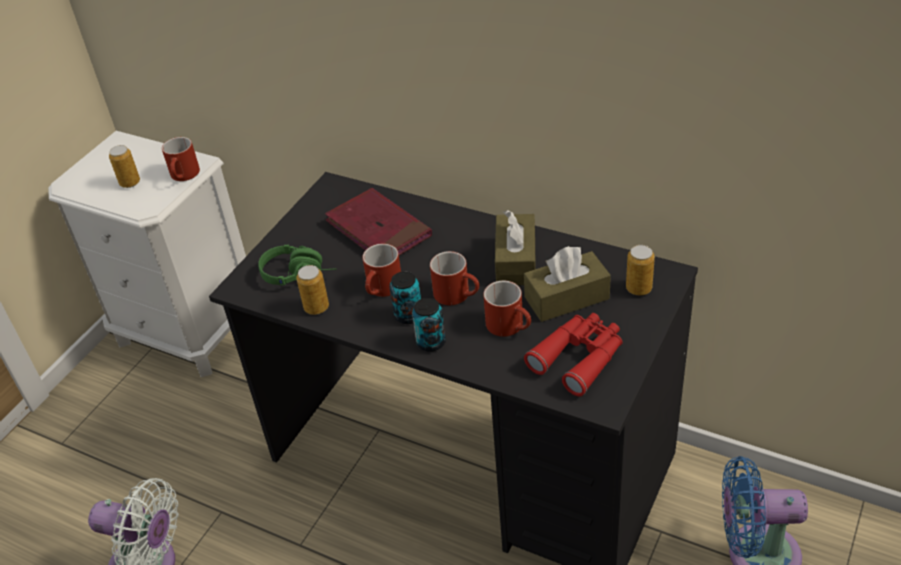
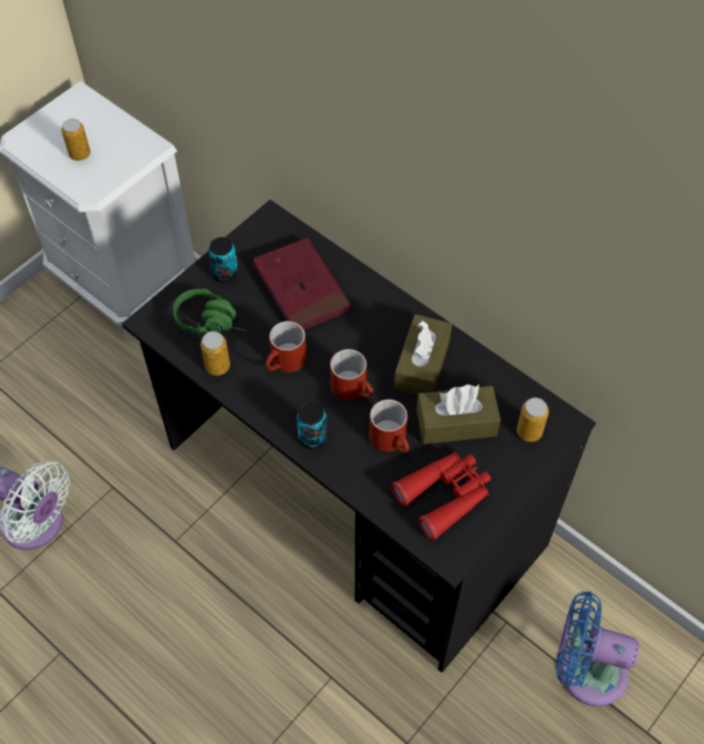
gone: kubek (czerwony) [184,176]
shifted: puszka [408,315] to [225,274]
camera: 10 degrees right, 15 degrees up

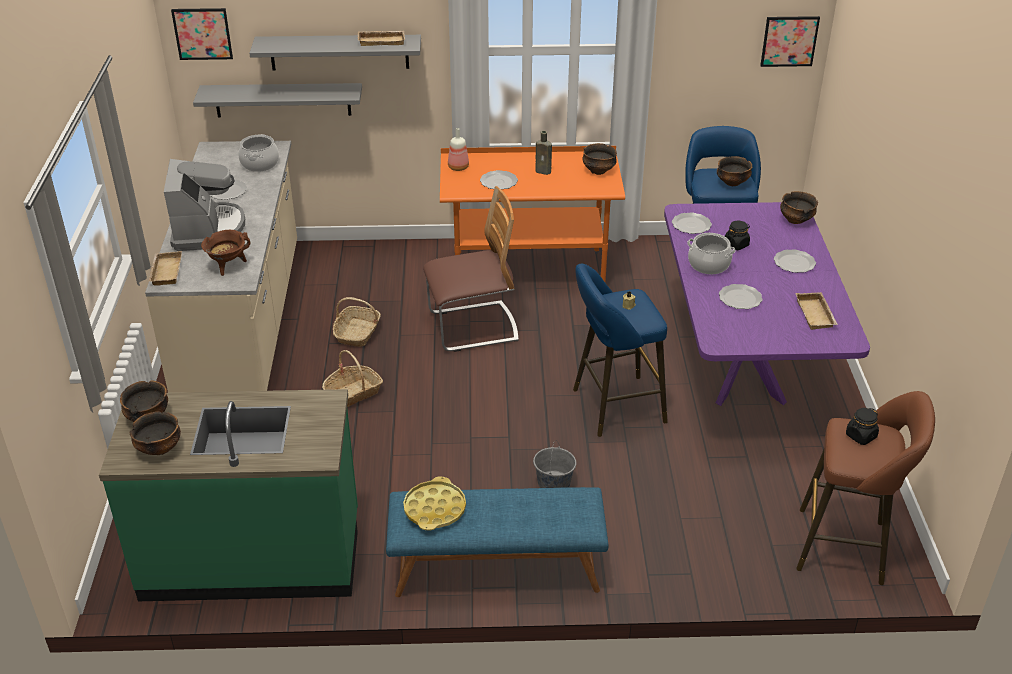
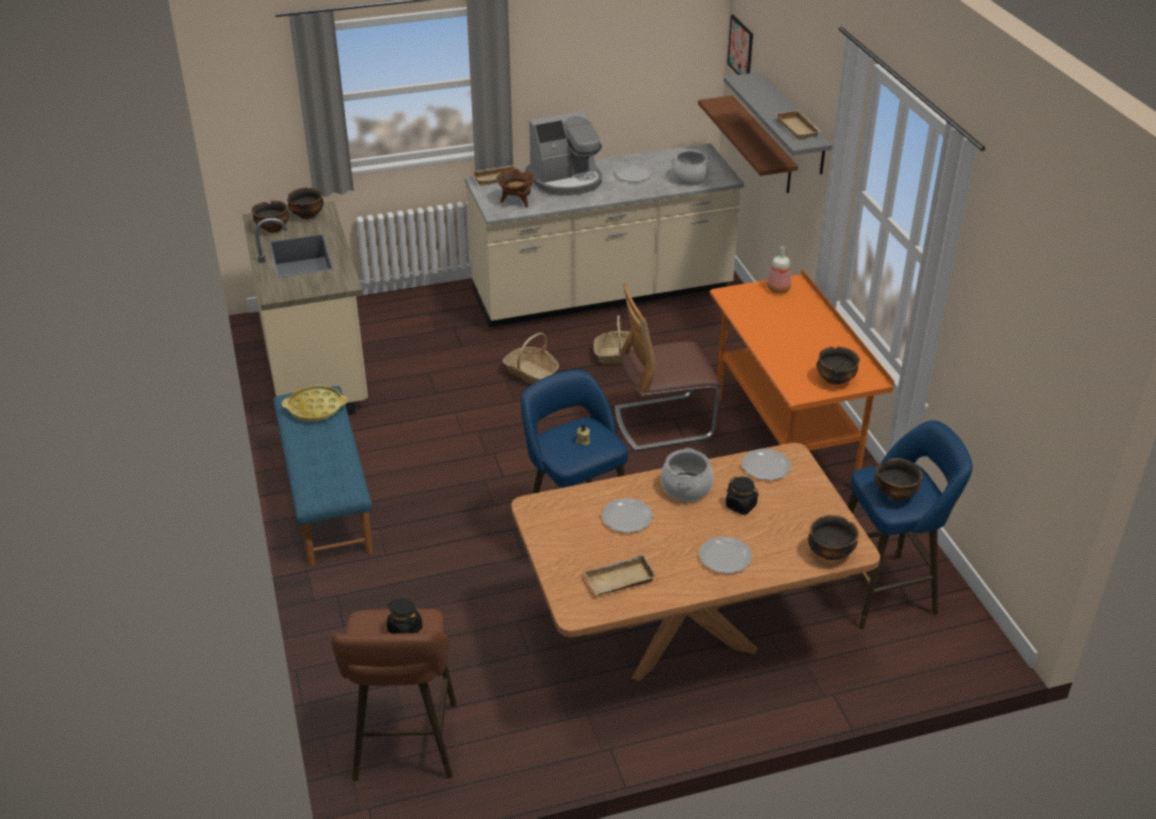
gone: talerz [499,182]; wiadro (szary) [553,483]; butelka (brązowy) [544,171]; obraz [789,41]
repainted: zabudowa kuchenna (zielony) [252,557] to zabudowa kuchenna (beżowy) [317,369]; stół jadalny (fioletowy) [742,370] to stół jadalny (brązowy) [683,637]; półka (szary) [282,100] to półka (brązowy) [762,145]
rotated: krzesło [473,327] = [663,423] 105 degrees clockwise
camera: 75 degrees right, 0 degrees up

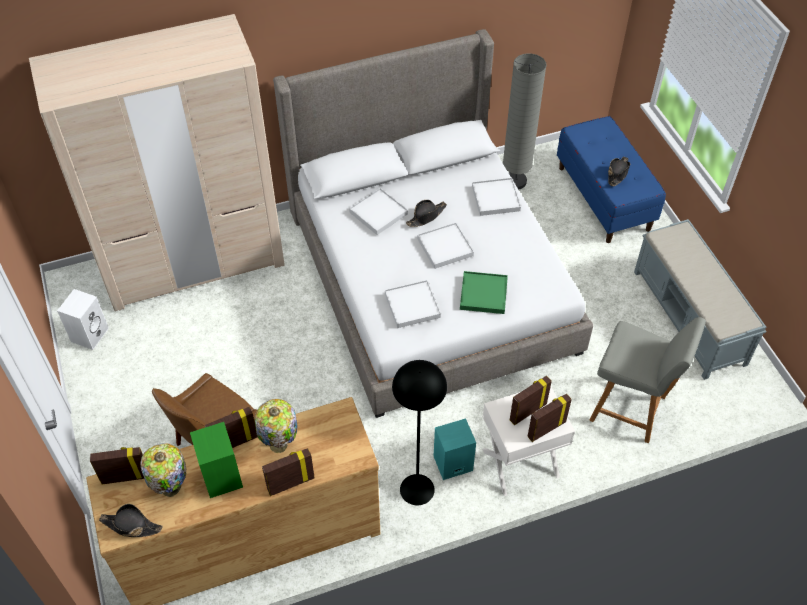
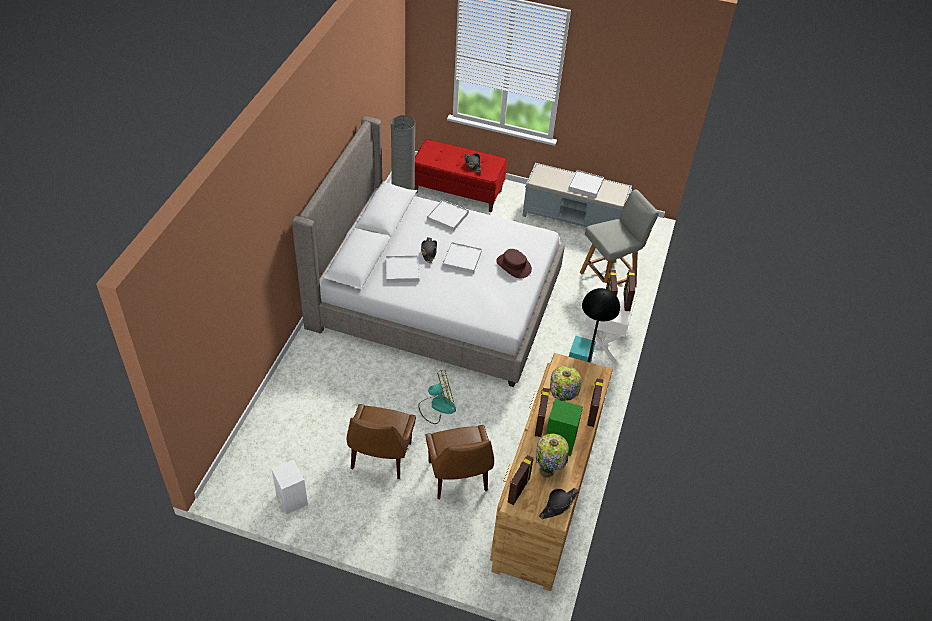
gone: szafa (beżowy) [193,262]
new: krzesło (brązowy) [380,458]; wentylator [437,406]
shifted: taca (biały) [412,306] to [586,185]
swapped: taca (zielony) [483,294] to kapelusz (brązowy) [514,266]
repainted: ławka (niebieski) [604,198] to ławka (czerwony) [458,191]
camera: 55 degrees left, 5 degrees down

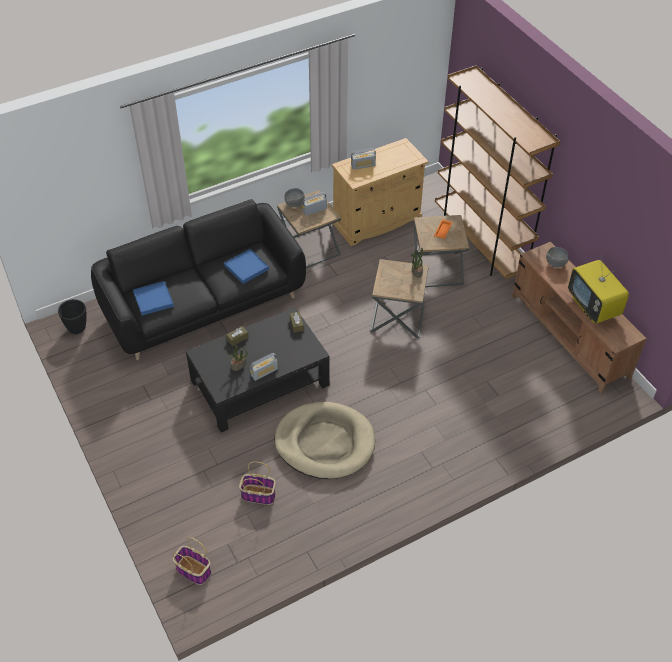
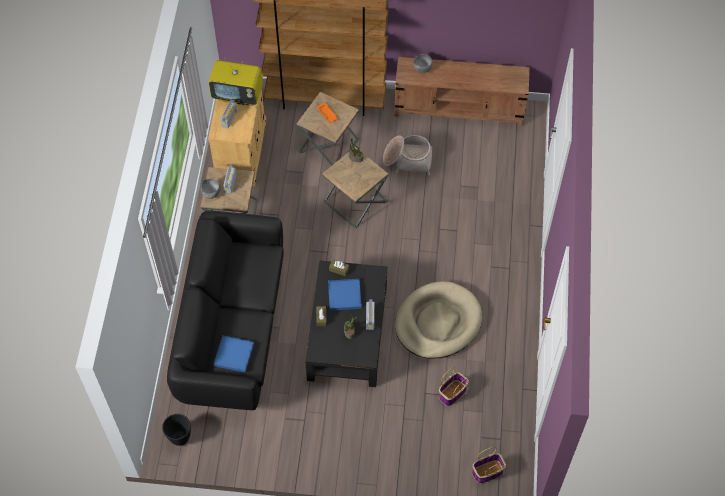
new: koszyk [407,159]
shifted: telewizor [594,307] to [238,95]; taca (niebieski) [246,268] to [344,295]
camera: 55 degrees left, 10 degrees up

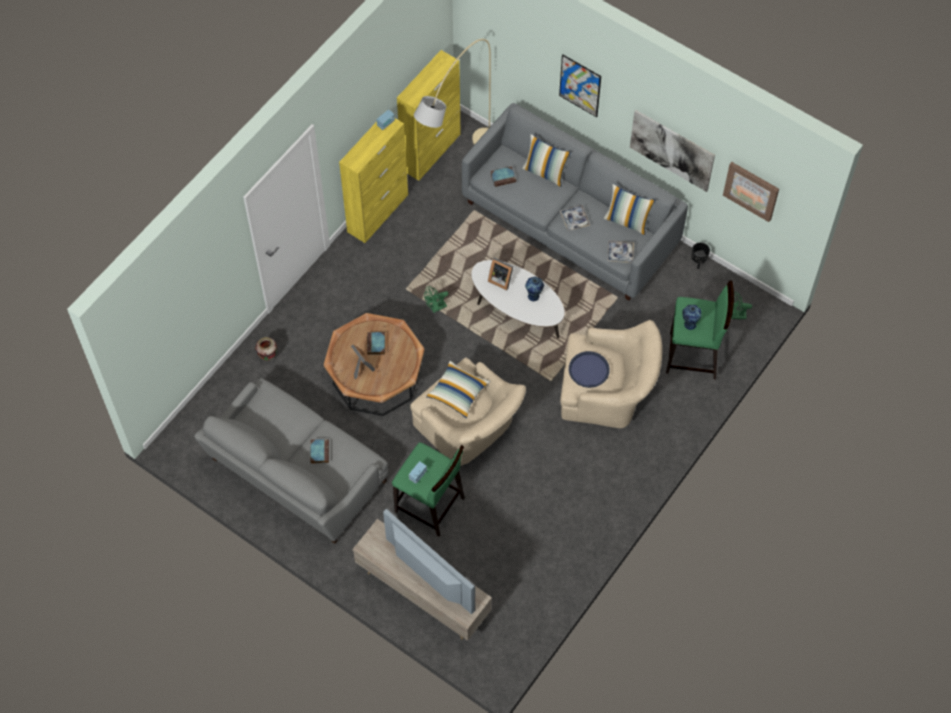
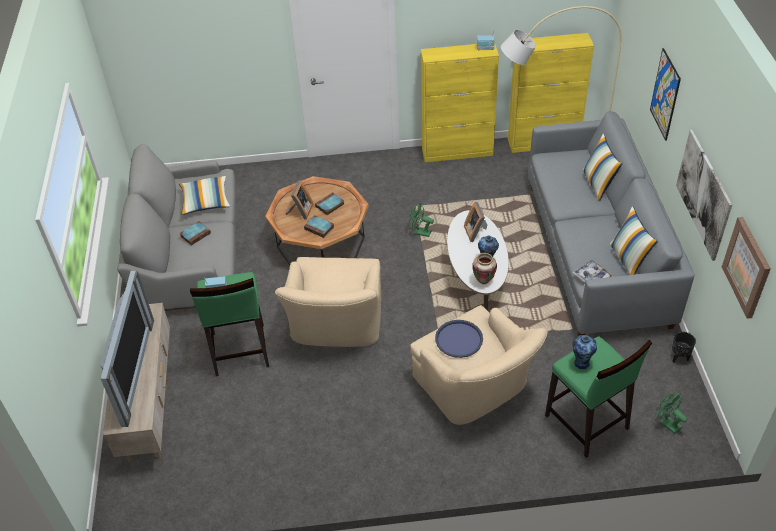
gone: taca [574,219]
shifted: poduszka [458,393] to [205,201]; książka [503,177] to [320,228]; wazon [268,357] to [483,281]
camera: 50 degrees right, 15 degrees down

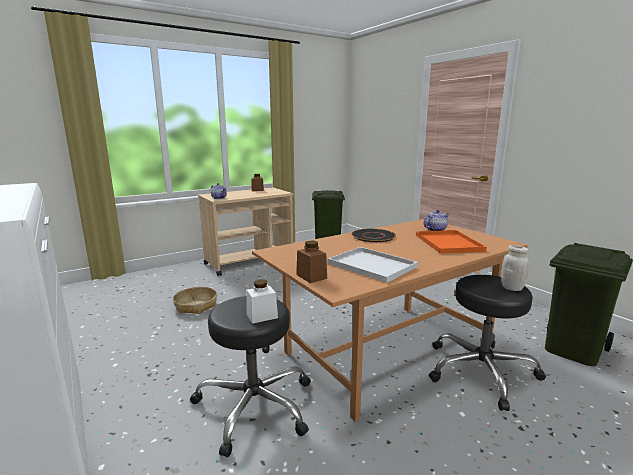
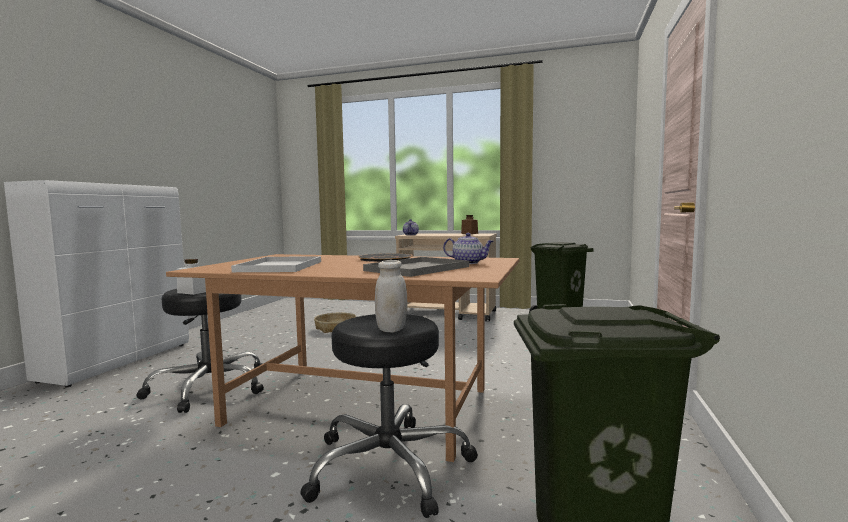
gone: słoik (brązowy) [311,276]
repainted: taca (pomarańczowy) [447,242] to taca (szary) [417,268]
camera: 50 degrees right, 10 degrees down

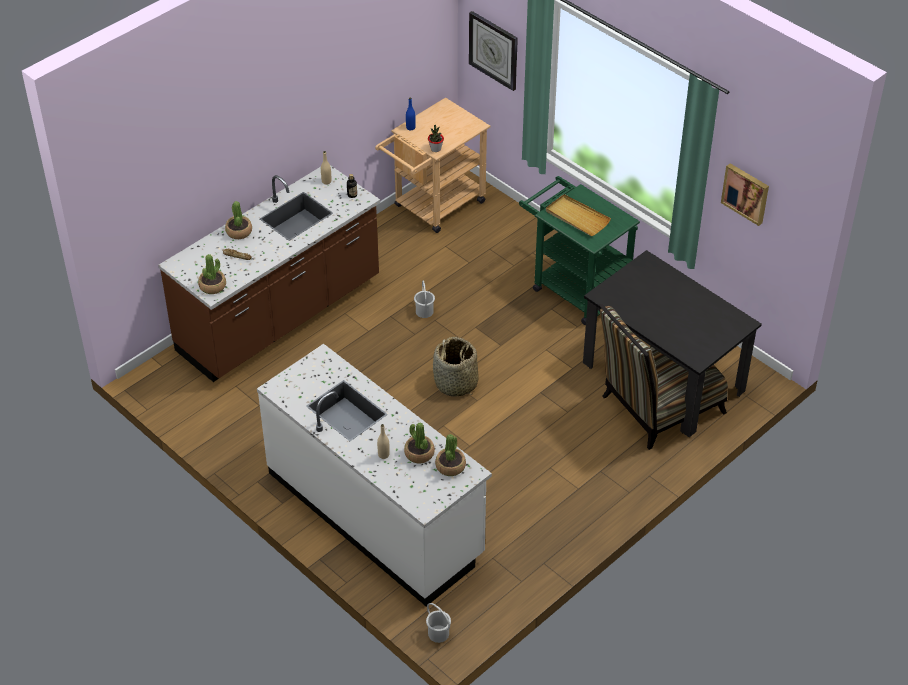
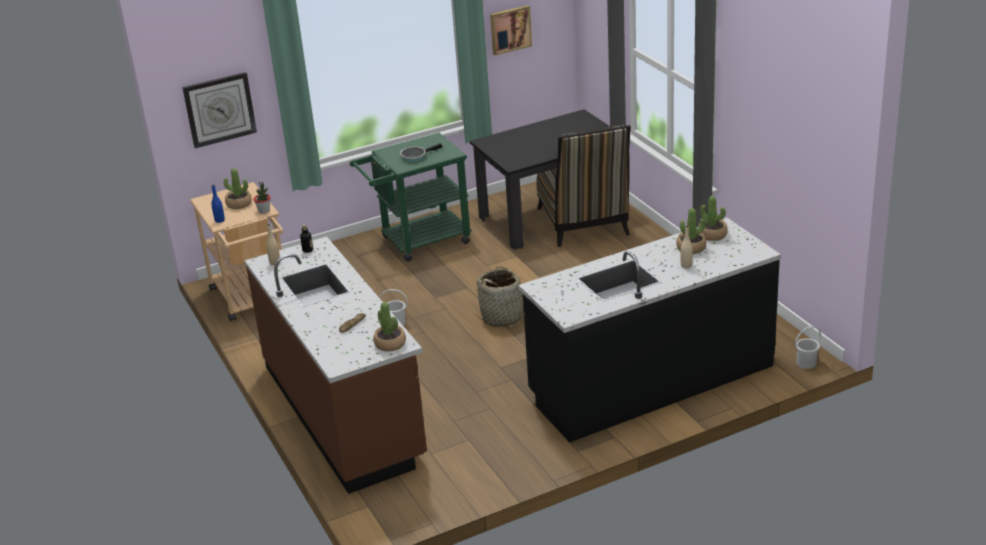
shifted: roślina doniczkowa [239,231] to [239,204]
swapped: taca (beżowy) [577,217] to patelnia [415,156]
repainted: zabudowa kuchenna (biały) [375,514] to zabudowa kuchenna (czarny) [651,381]
camera: 70 degrees left, 15 degrees down

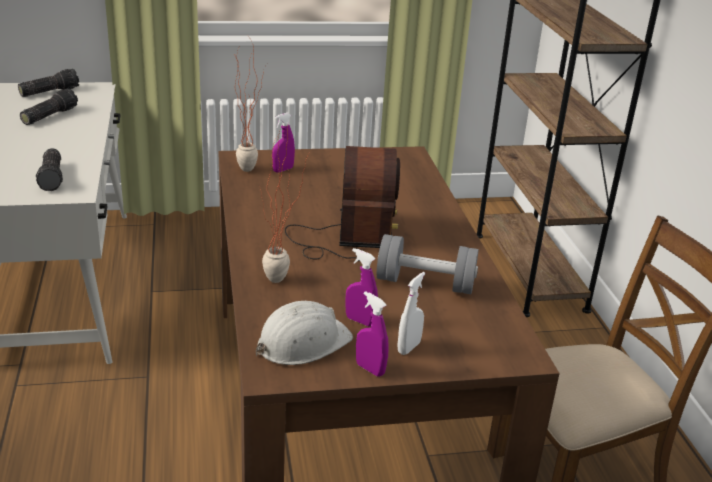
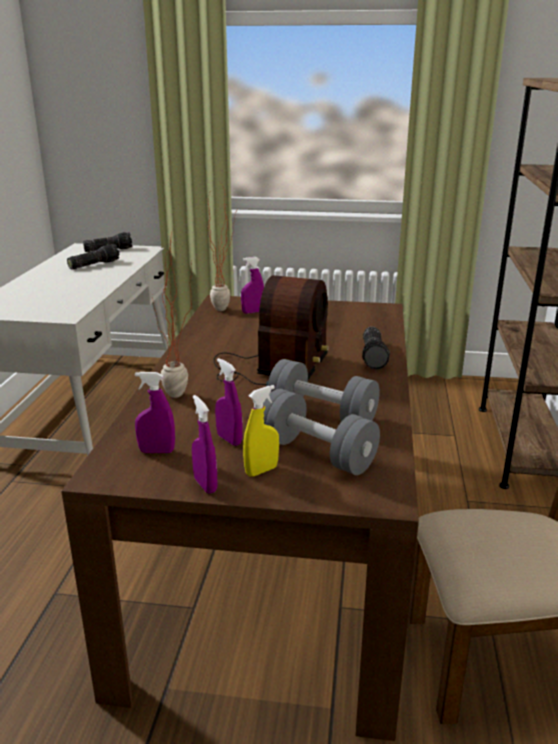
new: hantel (szary) [316,453]
shifted: latarka [53,177] to [374,356]
swapped: kask (biały) [302,342] to spryskiwacz (fioletowy) [157,451]
repainted: spryskiwacz (biały) [409,347] to spryskiwacz (żółty) [261,470]
camera: 20 degrees right, 5 degrees down

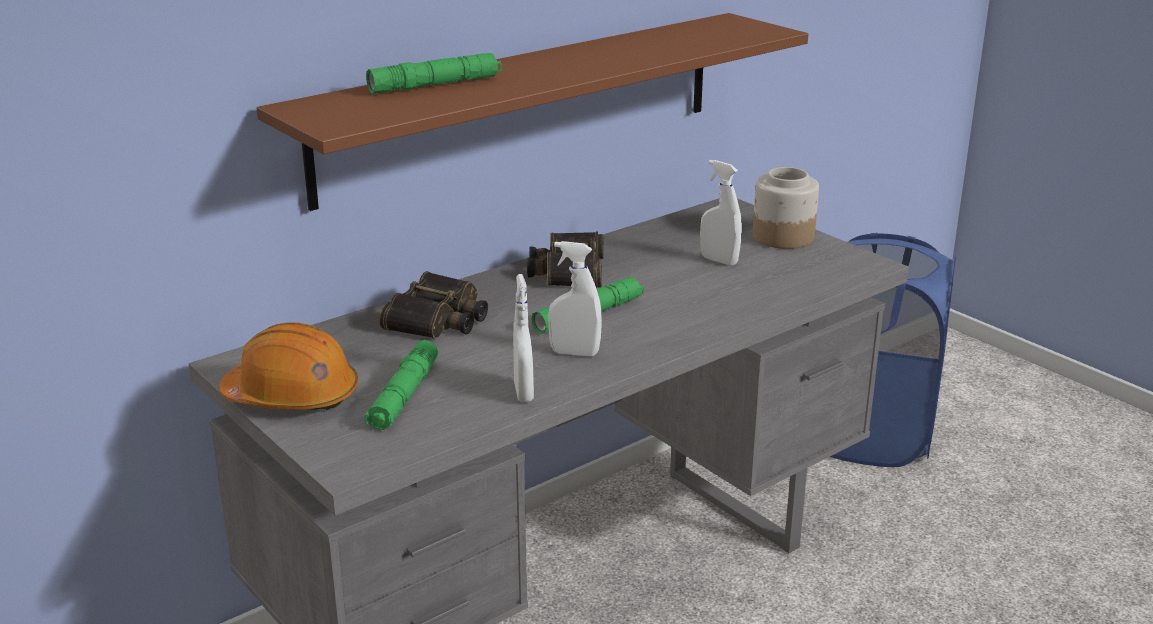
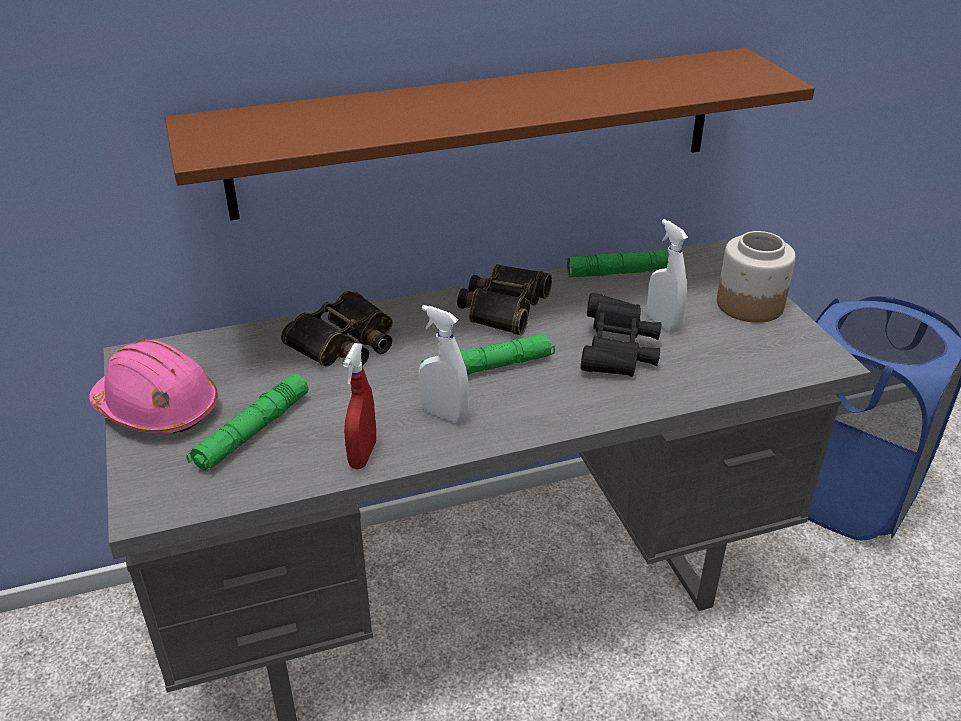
new: lornetka (czarny) [618,353]
shifted: latarka (zielony) [435,85] to [624,272]
repainted: kask (pomarańczowy) [292,397] to kask (różowy) [158,409]; spryskiwacz (biały) [523,393] to spryskiwacz (czerwony) [363,455]
camera: 20 degrees right, 10 degrees up

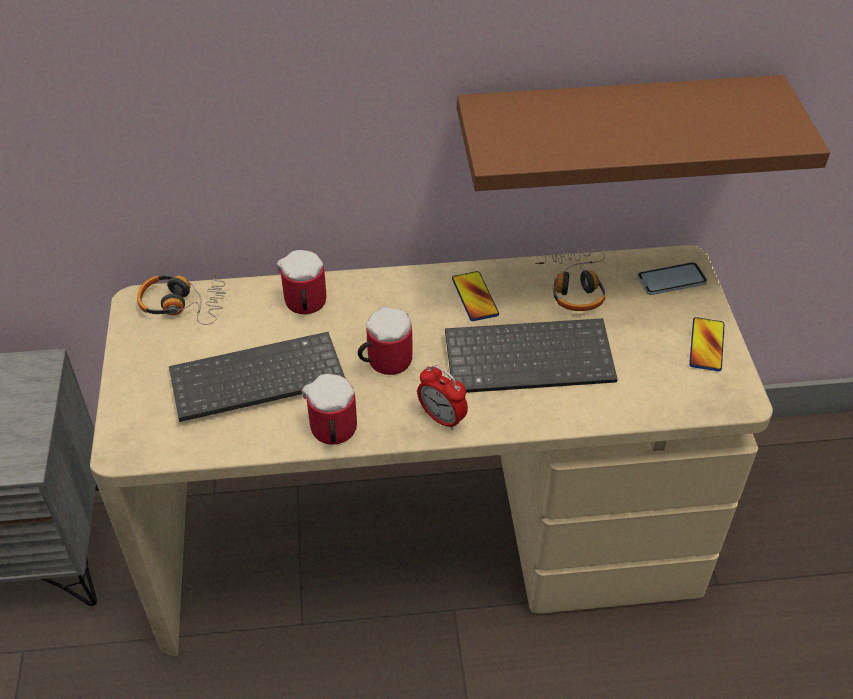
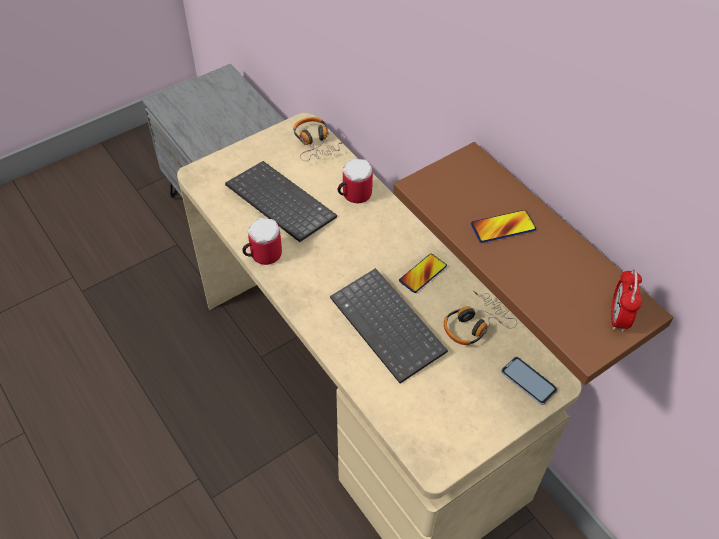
gone: kubek [383,361]
shifted: telefon [706,345] to [503,227]; budzik [442,418] to [618,318]
camera: 60 degrees right, 5 degrees up

